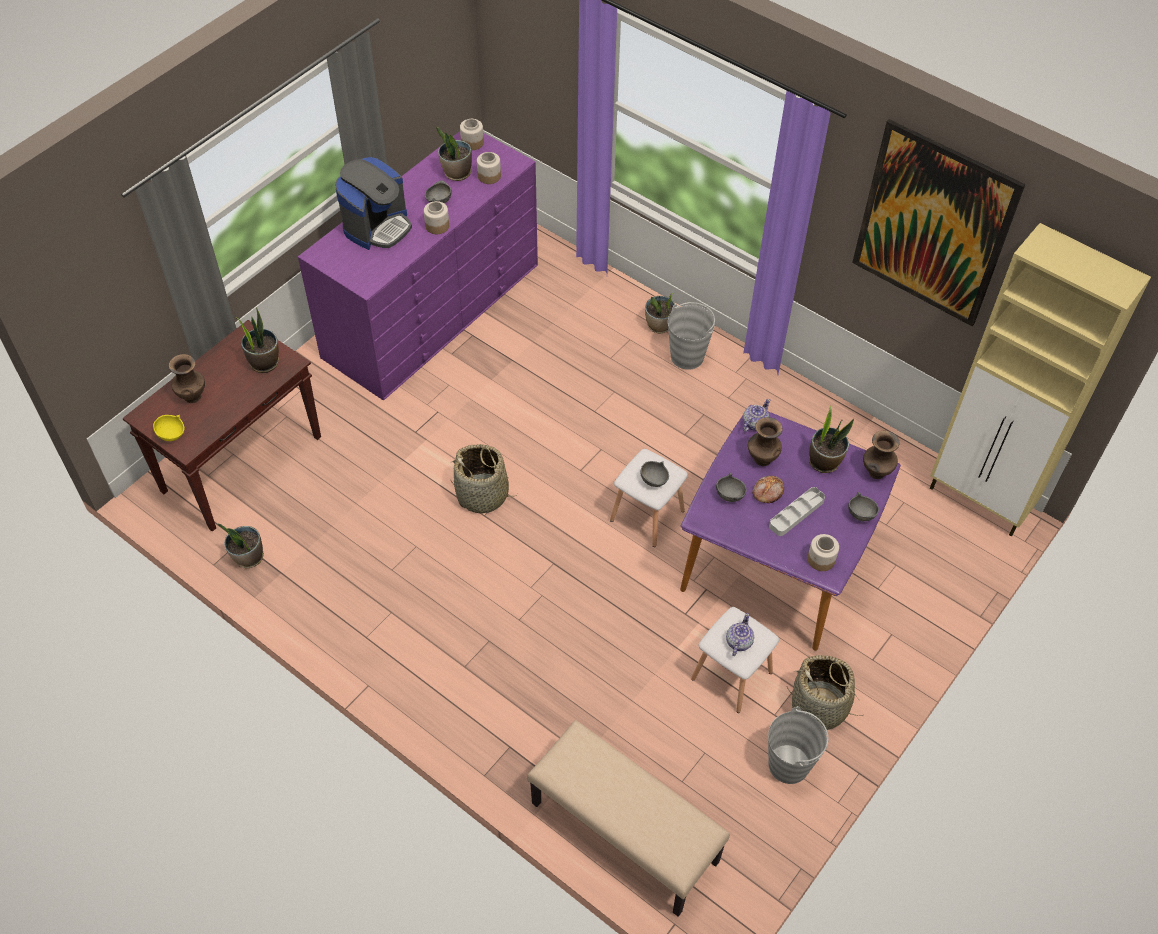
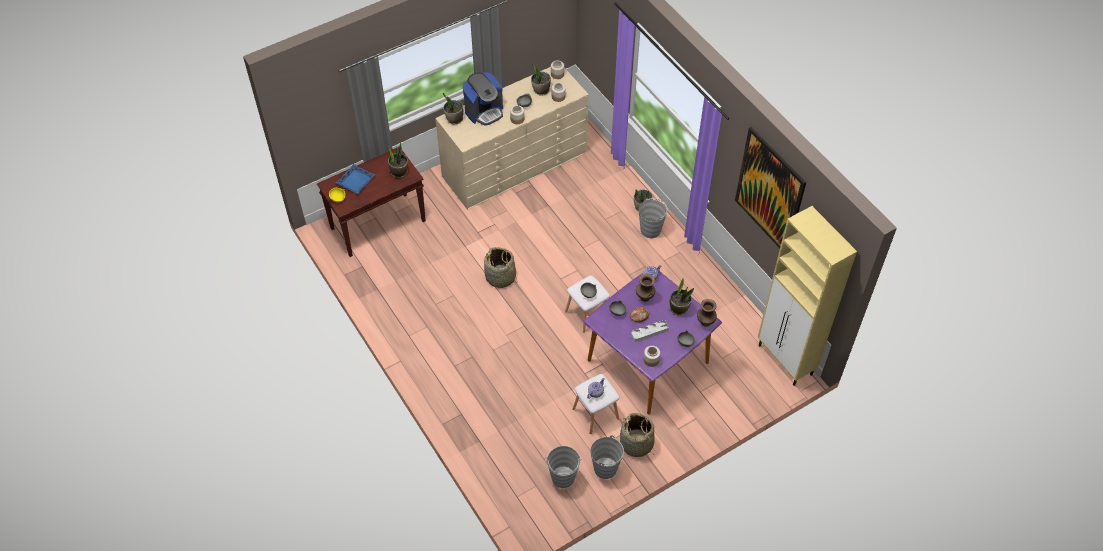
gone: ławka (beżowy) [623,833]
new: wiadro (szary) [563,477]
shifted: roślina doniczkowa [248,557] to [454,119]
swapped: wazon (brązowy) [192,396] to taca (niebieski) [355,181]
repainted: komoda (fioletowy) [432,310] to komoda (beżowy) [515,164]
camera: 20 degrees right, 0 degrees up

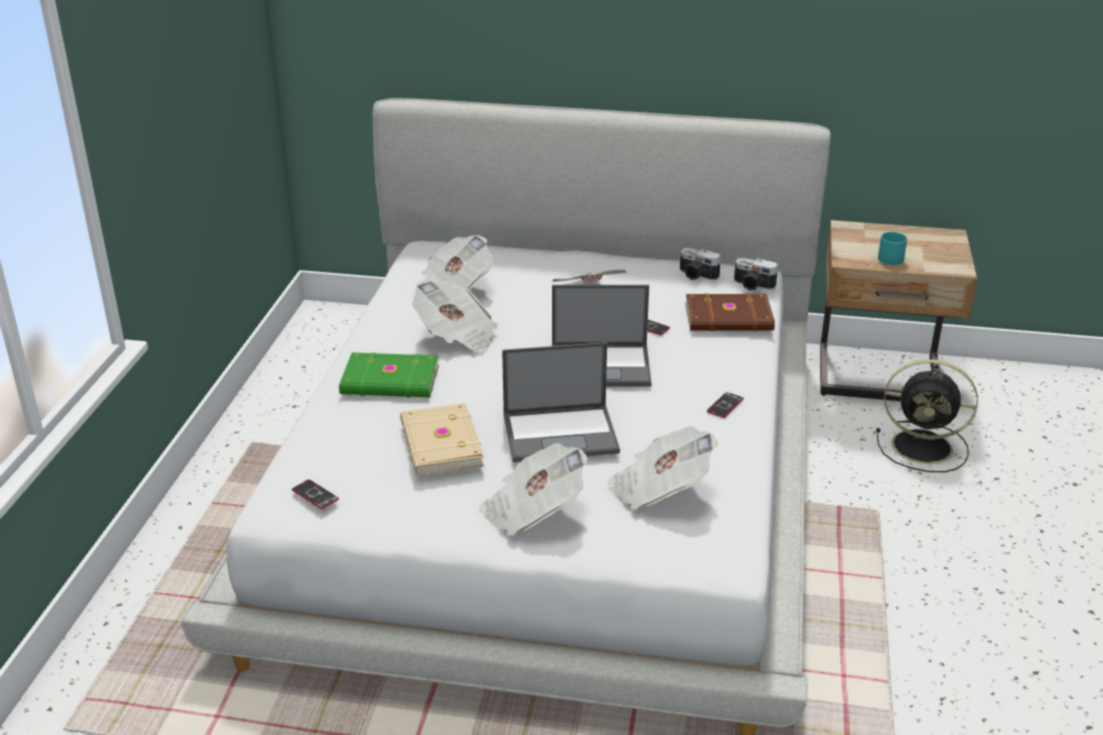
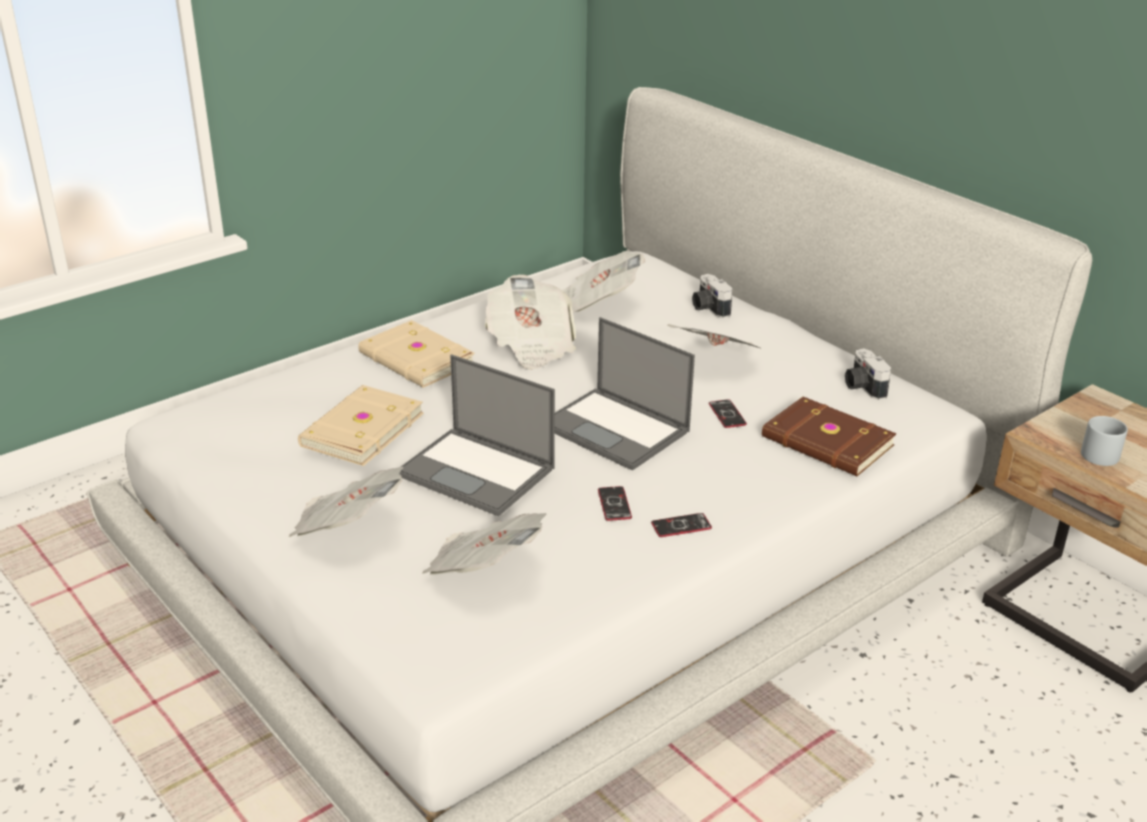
gone: wentylator (czarny) [924,447]
shifted: telefon [315,495] to [614,504]; aparat fotograficzny [752,286] to [708,308]
repainted: książka (zielony) [390,381] to książka (beżowy) [415,360]; kubek (turkusowy) [888,257] to kubek (szary) [1100,452]
camera: 40 degrees right, 0 degrees up

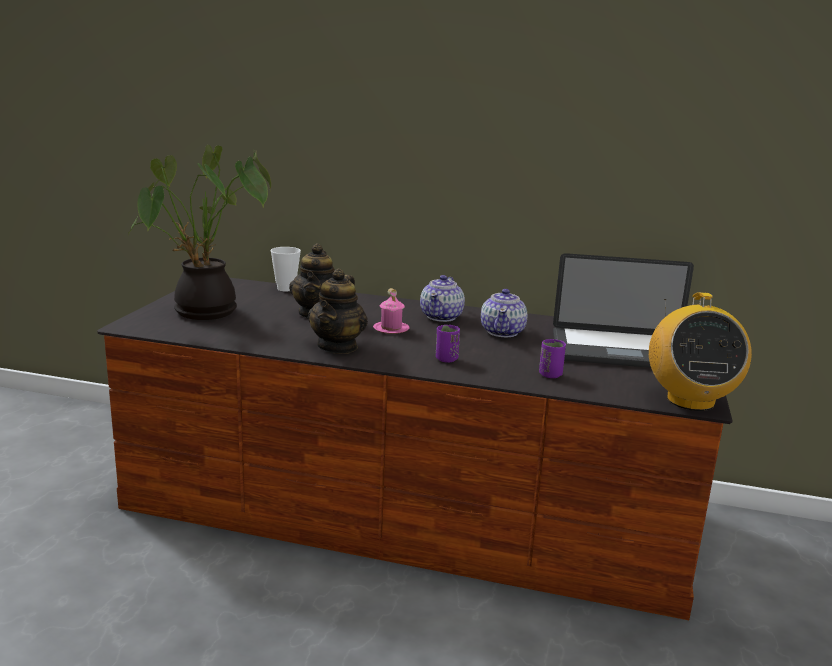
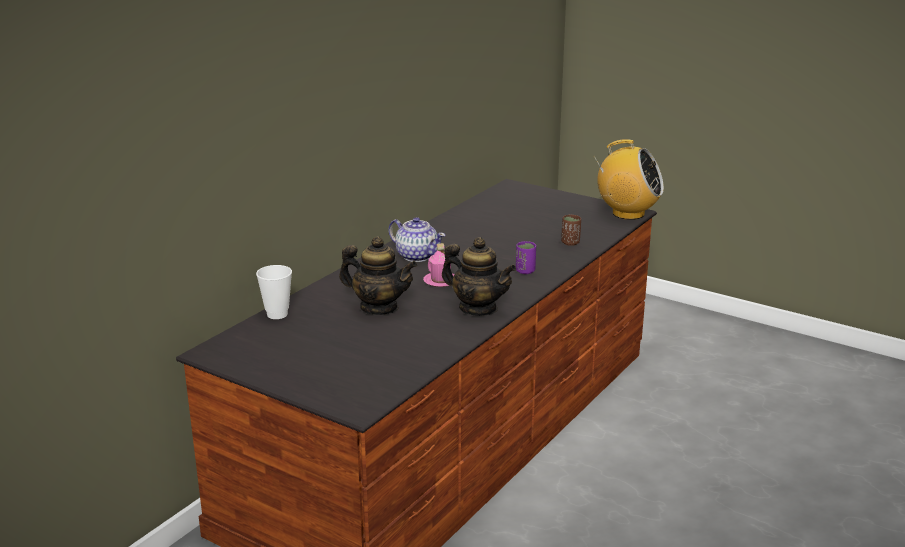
gone: roślina doniczkowa [204,314]; imbryk [503,332]; laptop [620,351]
repainted: filiżanka (fioletowy) [550,375] to filiżanka (brązowy) [570,242]
camera: 70 degrees left, 5 degrees up

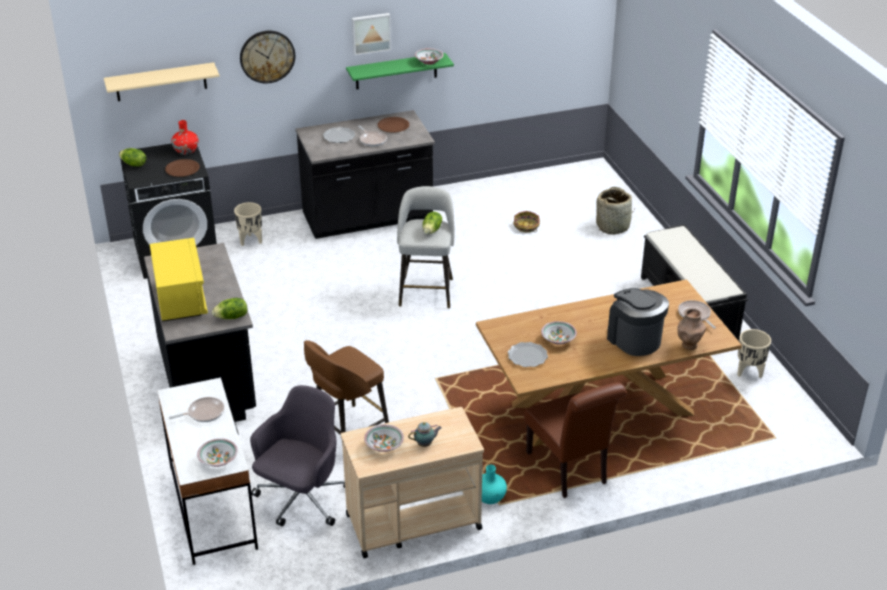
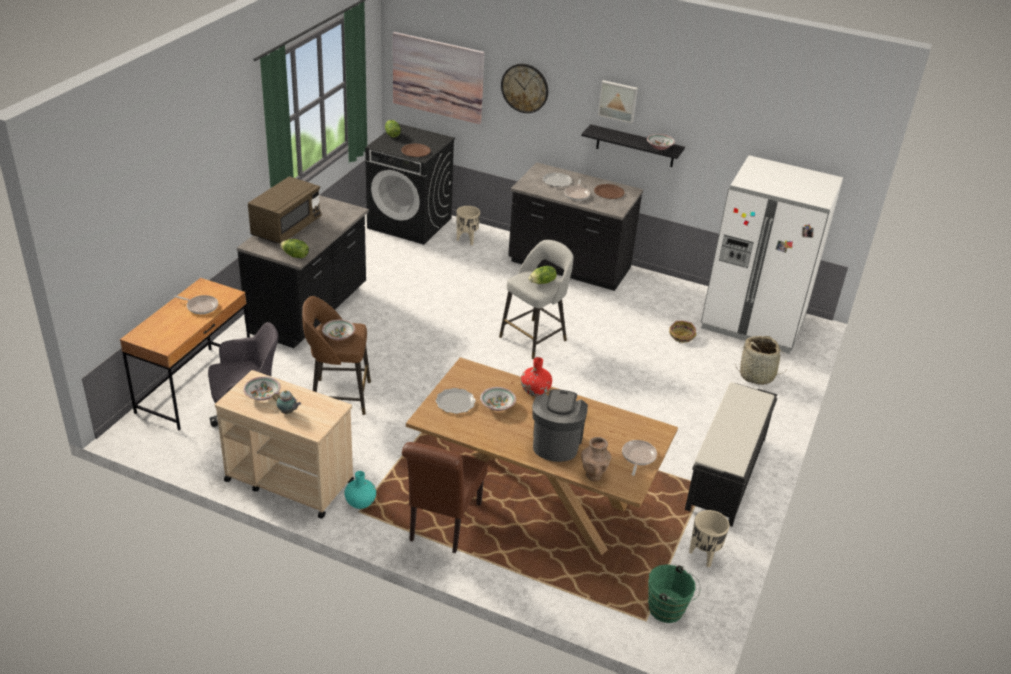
new: wiadro (zielony) [668,610]; lodówka (biały) [753,322]
shifted: miska [218,460] to [339,336]; wazon (czerwony) [186,151] to [535,391]
swapped: półka (beżowy) [161,82] to obraz [438,77]
repainted: biurko (biały) [212,507] to biurko (brązowy) [195,387]; mikrofalówka (żółty) [180,298] to mikrofalówka (brązowy) [286,228]; półka (zielony) [396,71] to półka (czarny) [635,146]
camera: 40 degrees right, 0 degrees up

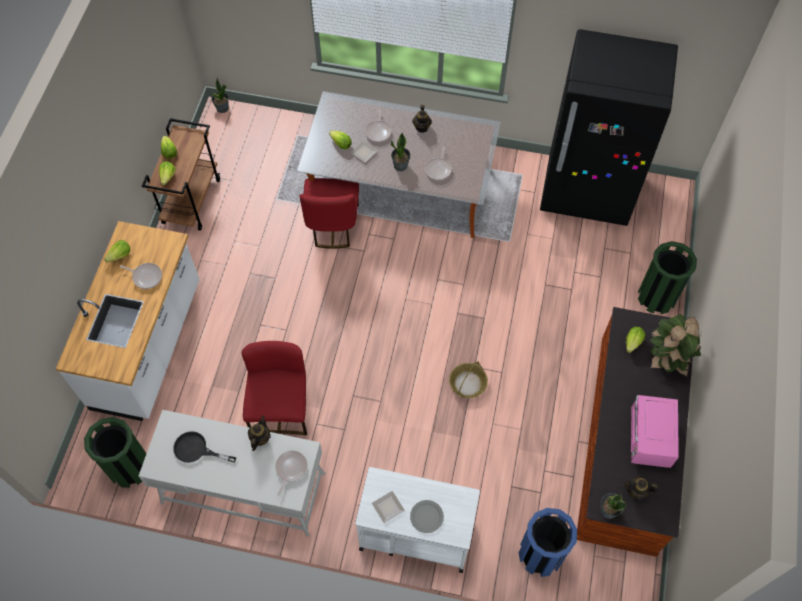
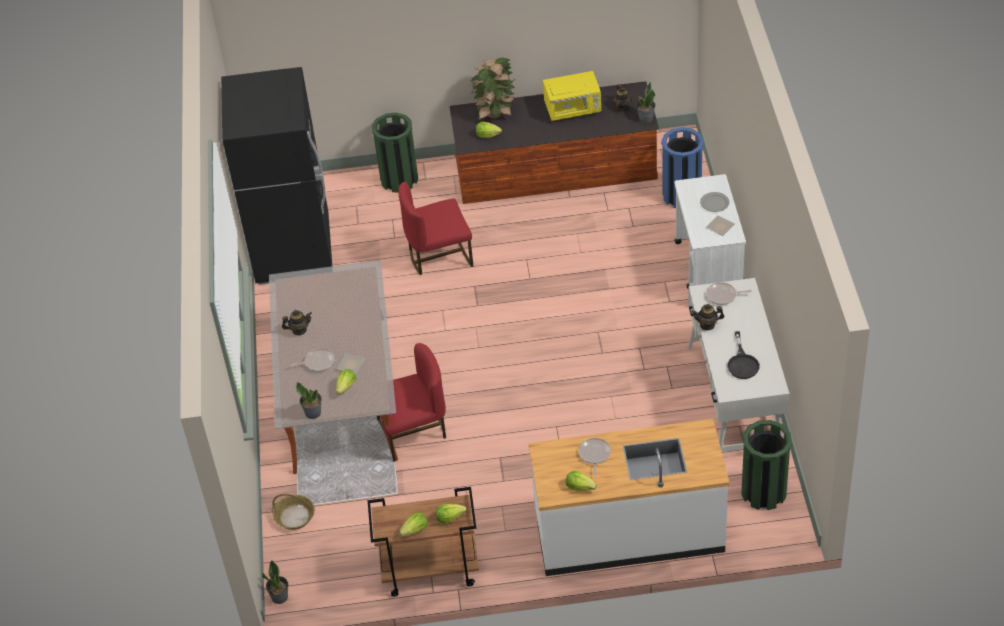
gone: patelnia [438,169]
shifted: koszyk [468,383] to [295,516]; roślina doniczkowa [400,165] to [313,412]; krzesło (czerwony) [281,408] to [439,256]
repainted: mikrofalówka (różowy) [648,439] to mikrofalówka (żółty) [573,110]
camera: 105 degrees left, 15 degrees down

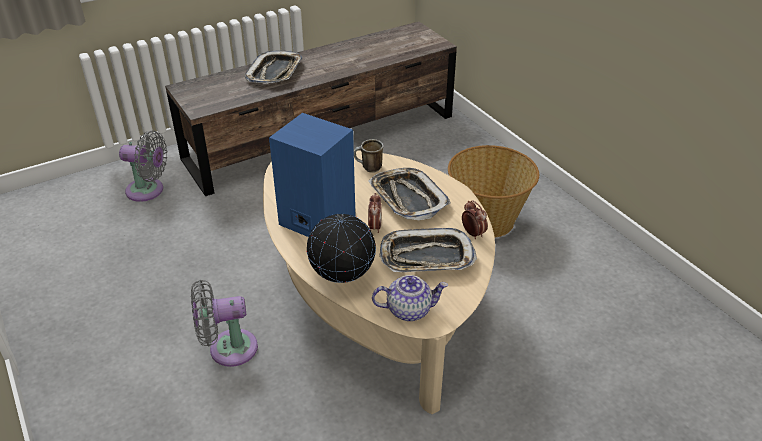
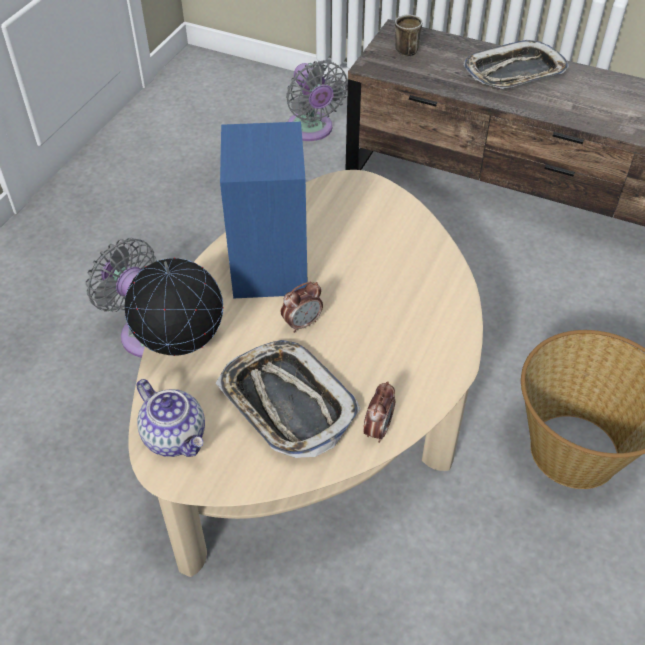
gone: taca [407,198]
shifted: kubek [368,168] to [403,50]
camera: 55 degrees right, 10 degrees up

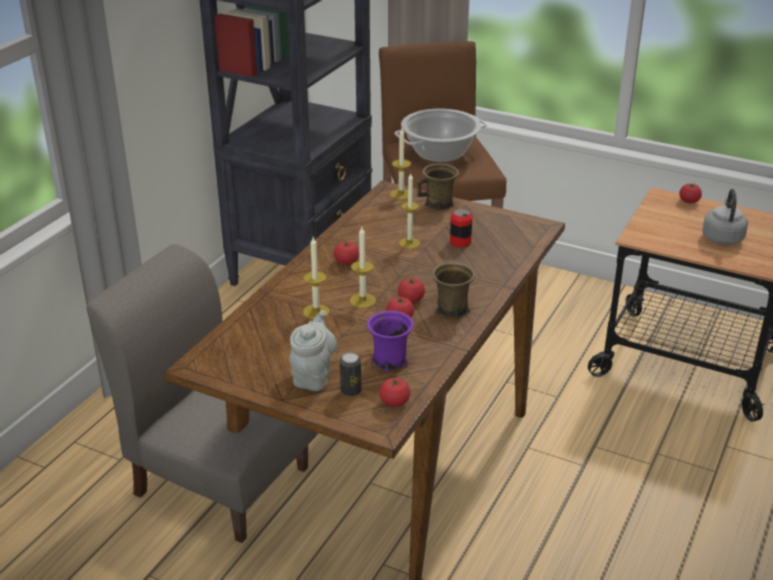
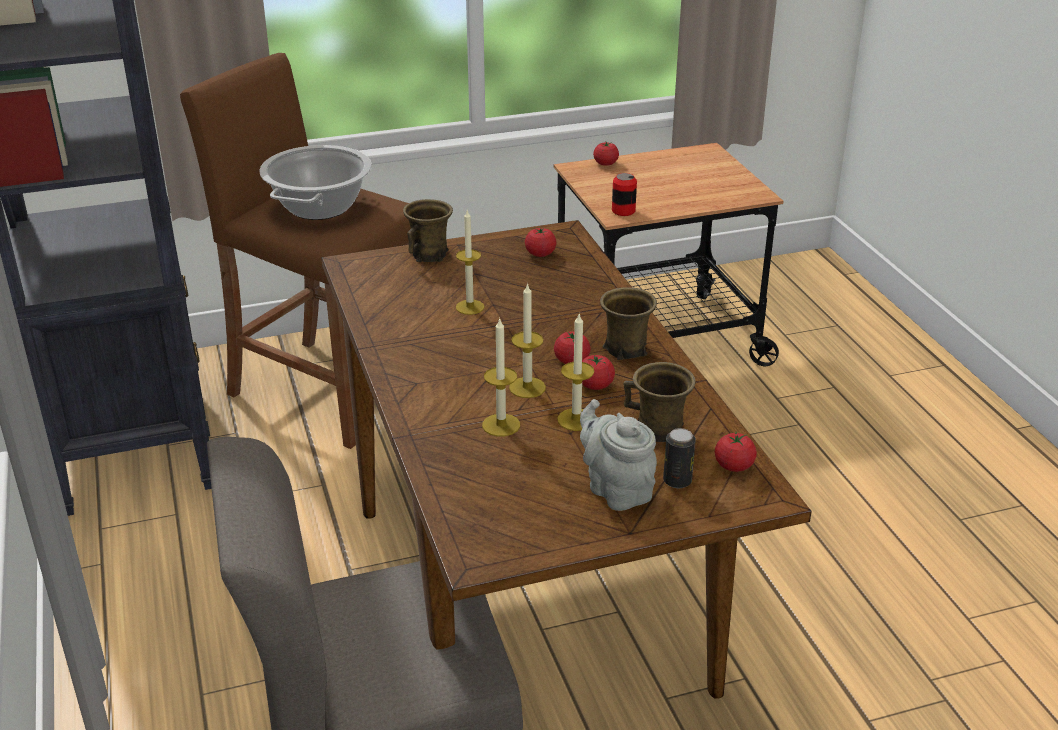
gone: czajnik (szary) [722,237]
shifted: pomidor [346,262] to [540,254]; świeca [401,194] to [576,419]; puszka [460,242] to [623,211]
repainted: kubek (fioletowy) [389,361] to kubek (brązowy) [659,431]
camera: 45 degrees left, 0 degrees up

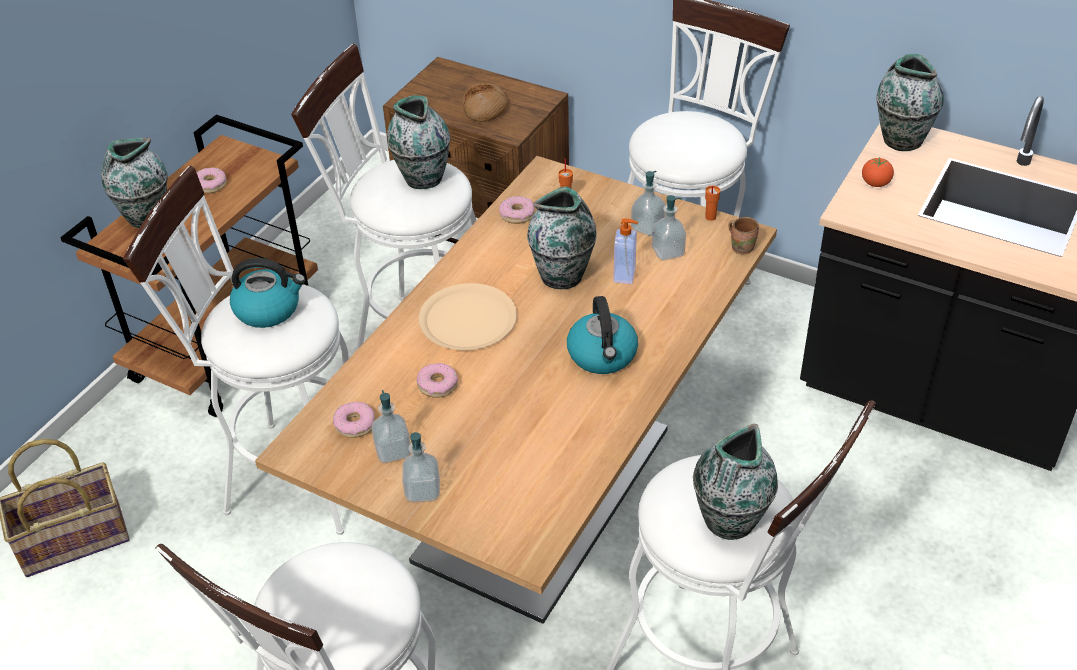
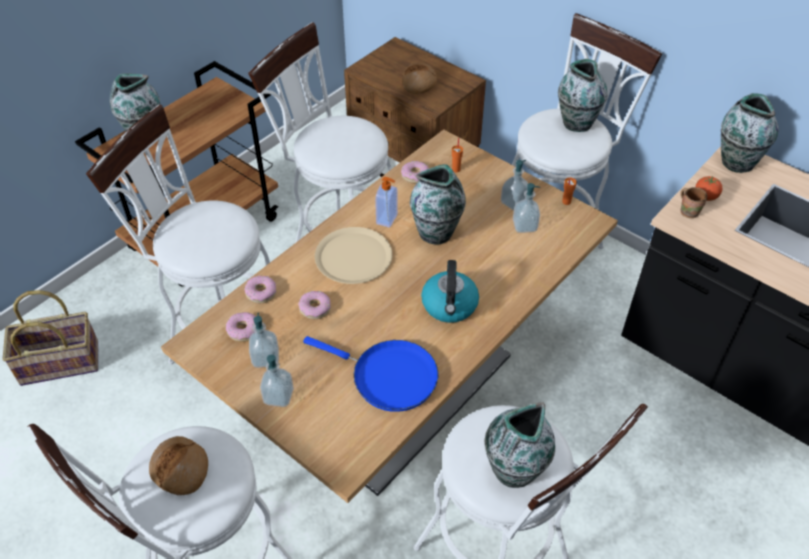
gone: czajnik [269,309]
new: chleb [181,469]; patelnia (niebieski) [389,377]
shifted: donut [210,185] to [261,293]; dozownik mydła [625,275] to [387,219]; wazon [423,177] to [576,122]; kubek (brązowy) [742,247] to [689,211]
camera: 10 degrees right, 5 degrees up

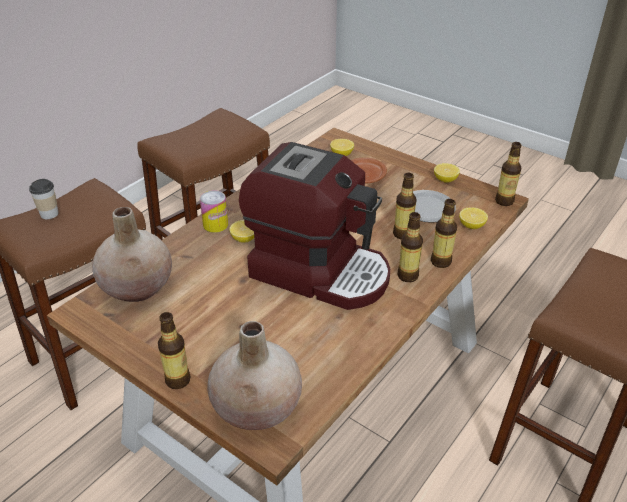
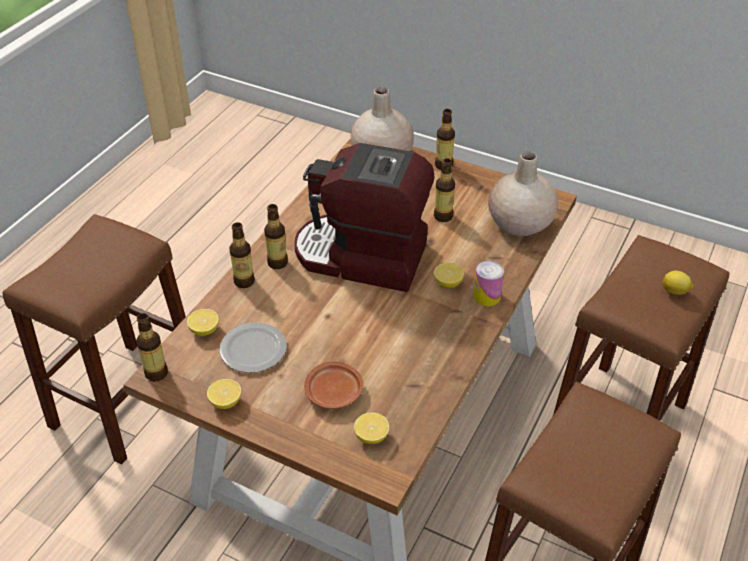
shifted: butelka [402,234] to [443,216]
swapped: filiżanka [49,214] to cytryna [675,291]
camera: 170 degrees right, 5 degrees up

